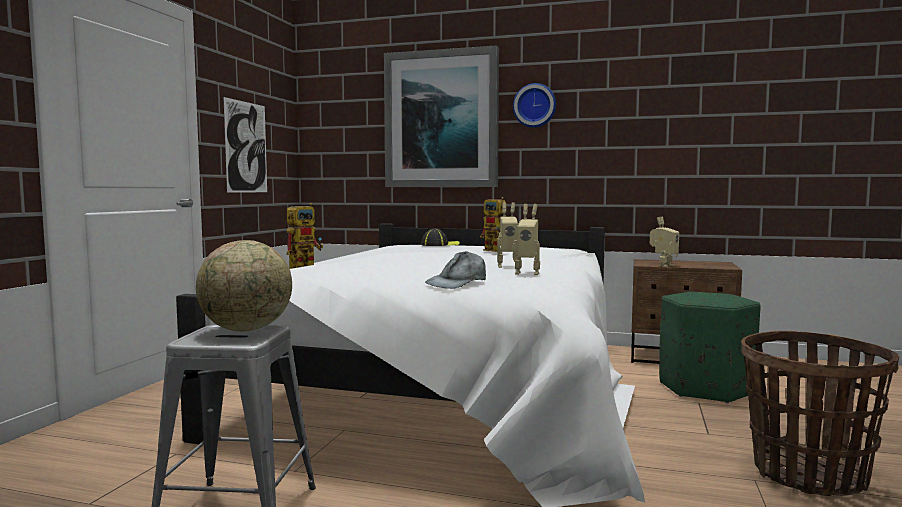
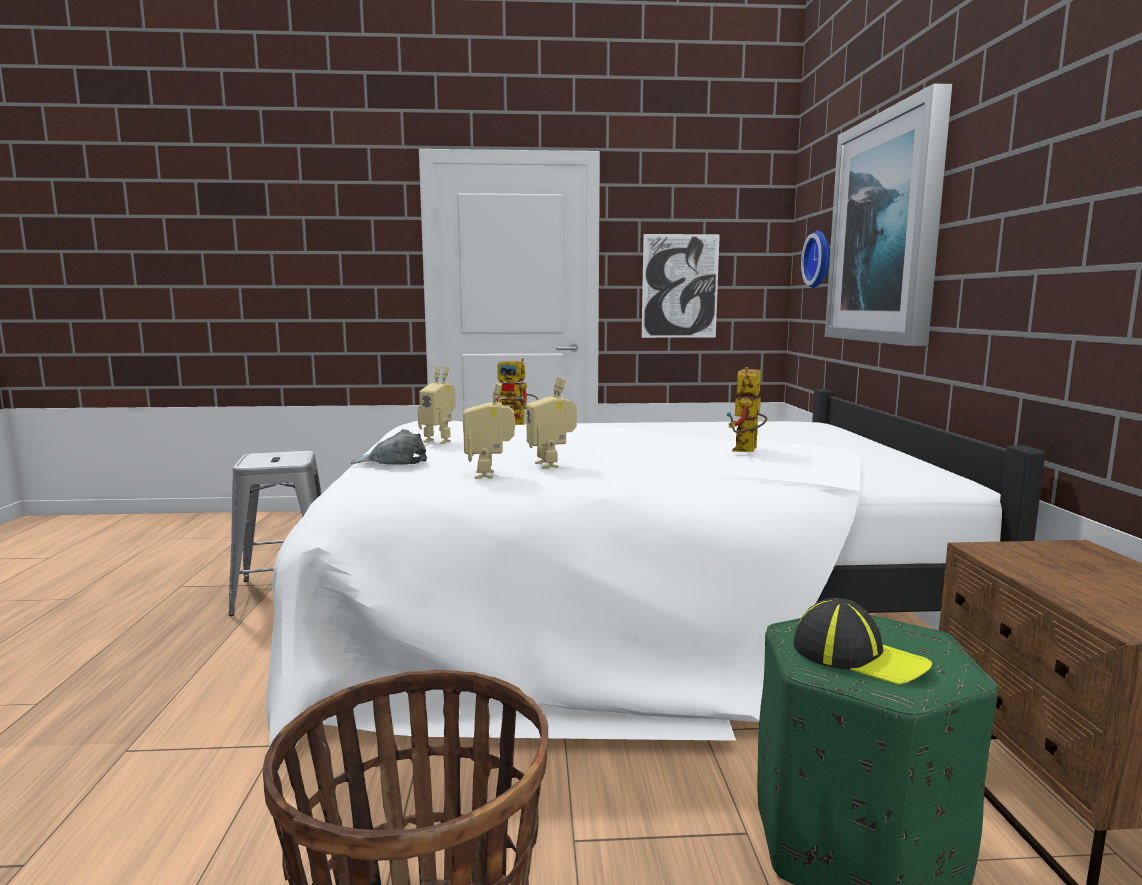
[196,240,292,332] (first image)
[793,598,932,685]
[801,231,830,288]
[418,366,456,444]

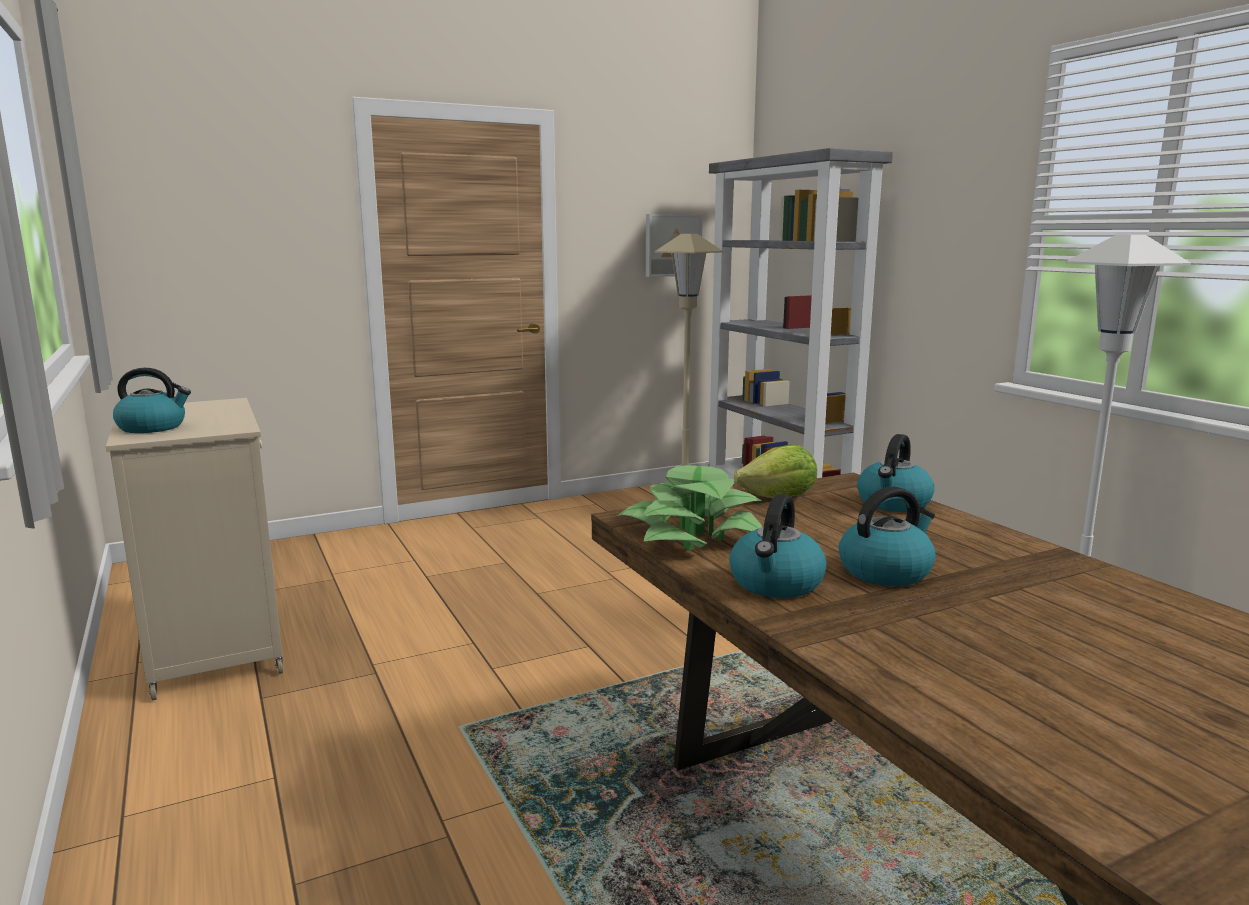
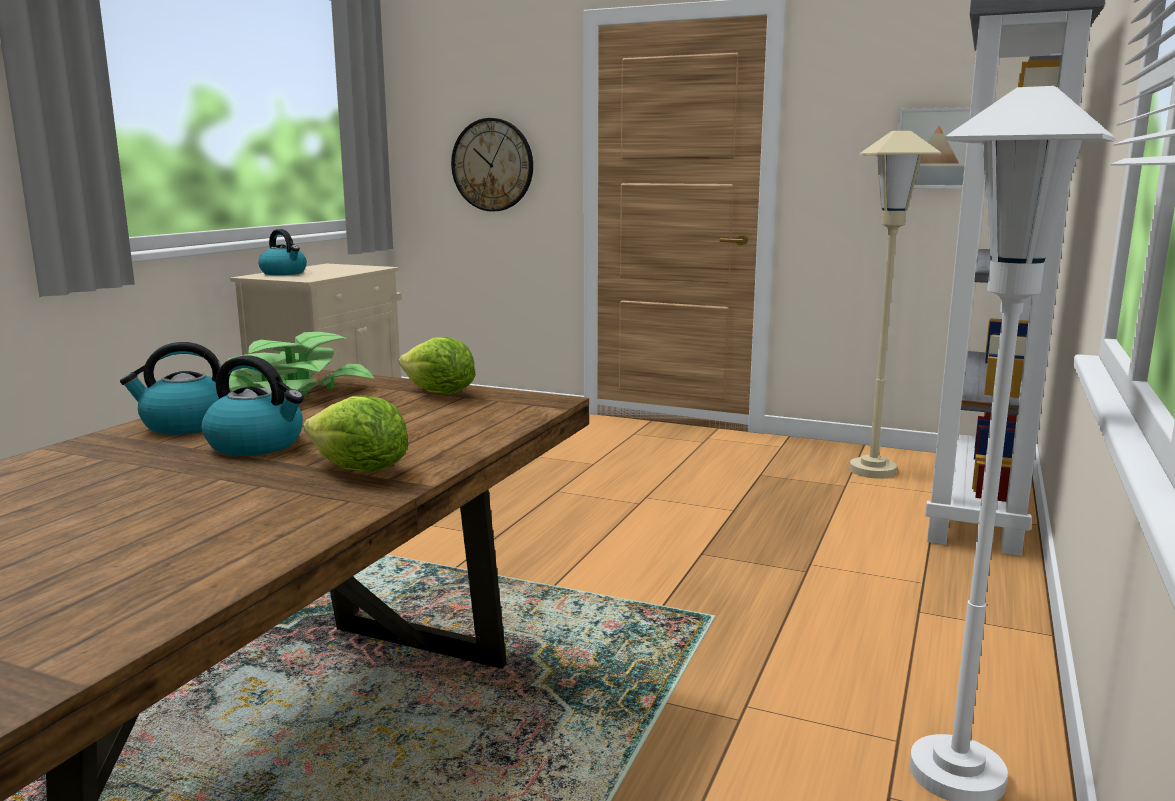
[857,434,935,512] (first image)
[304,396,408,472]
[451,118,533,212]

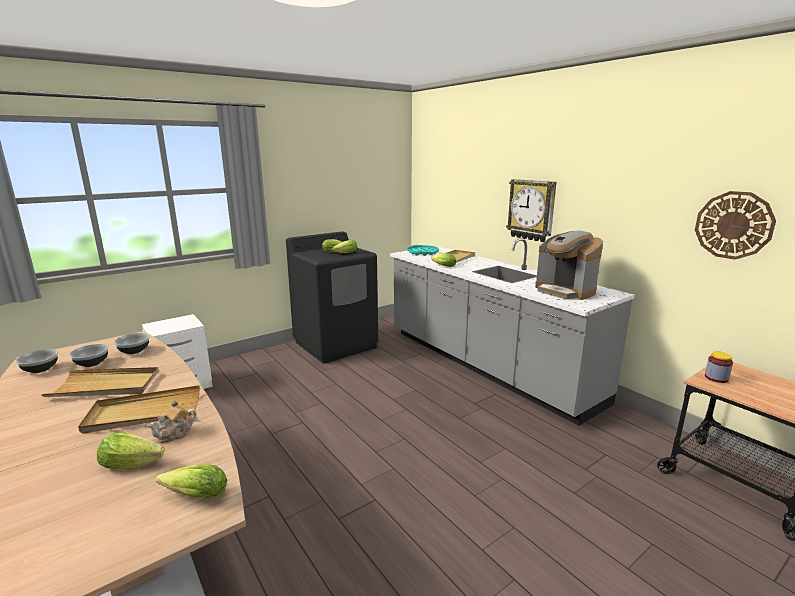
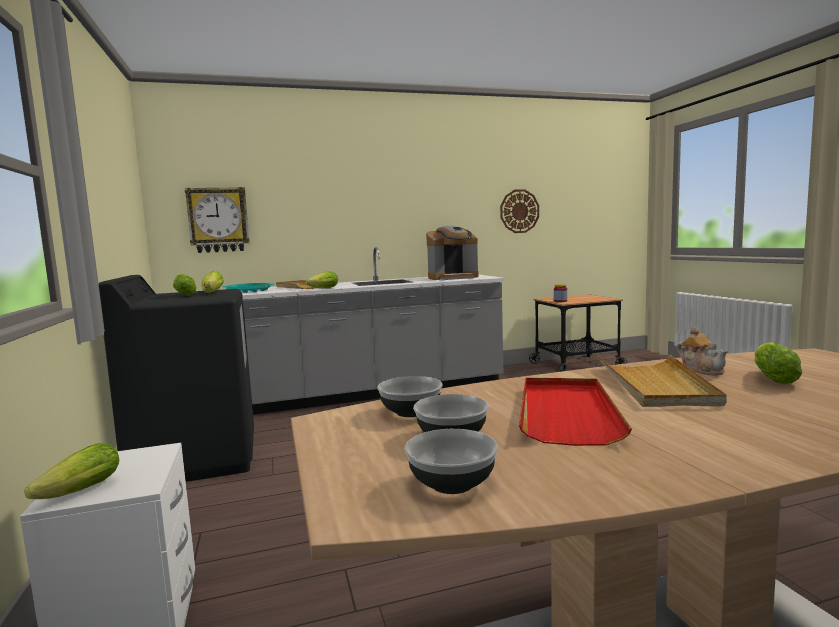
[25,443,119,499]
[185,187,250,253]
[519,378,632,446]

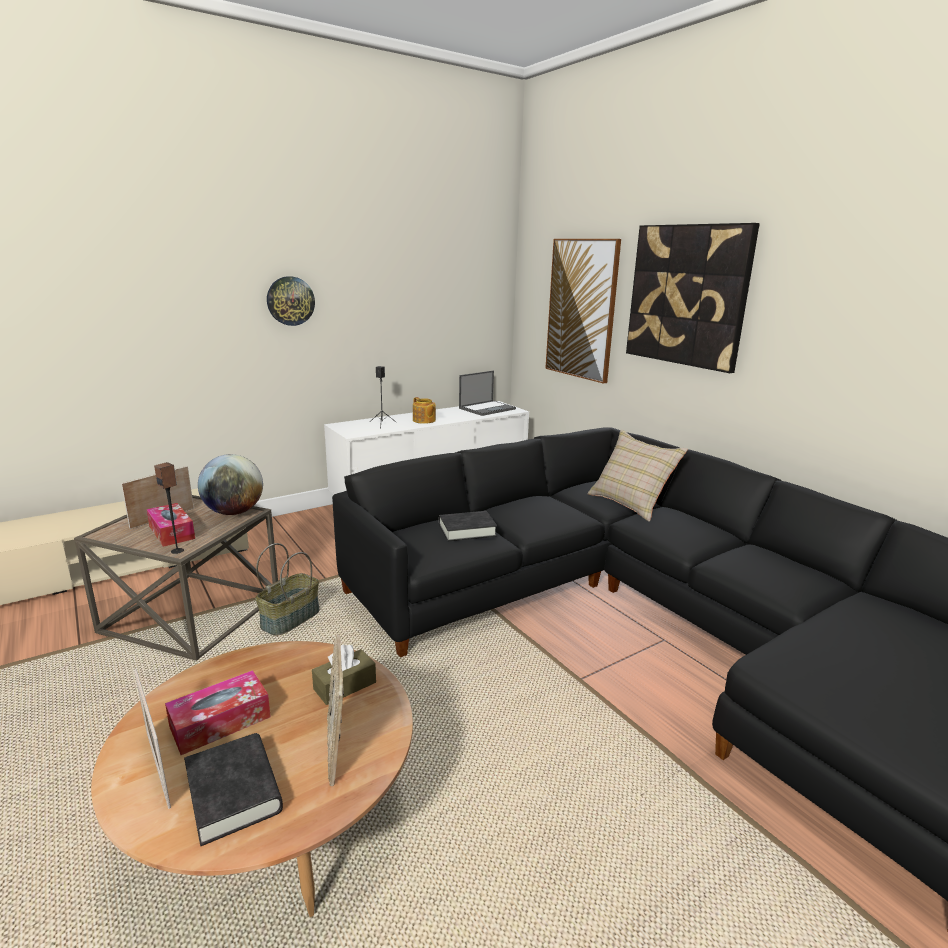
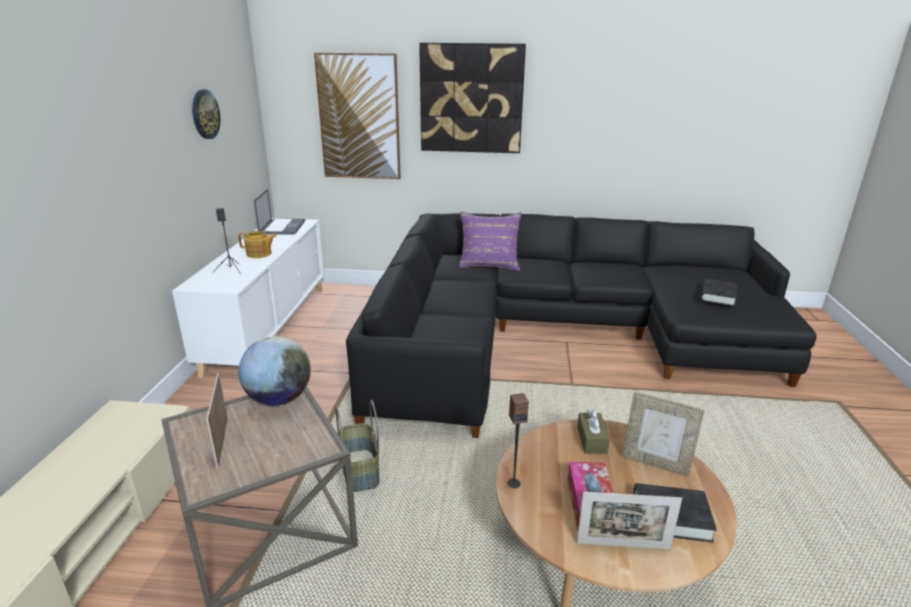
[146,503,195,547] (first image)
[507,393,529,488]
[192,89,220,139]
[701,279,737,306]
[459,211,521,271]

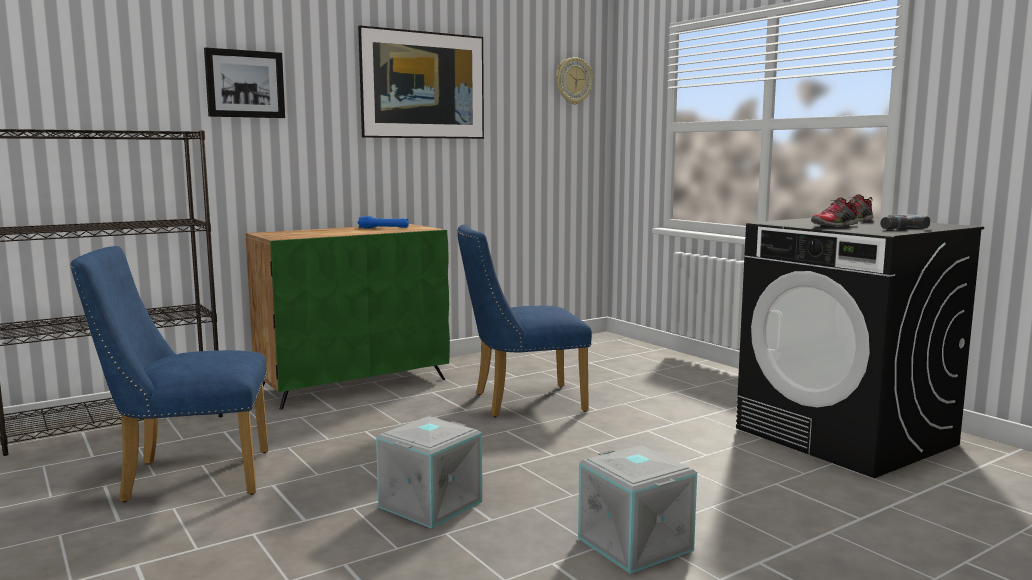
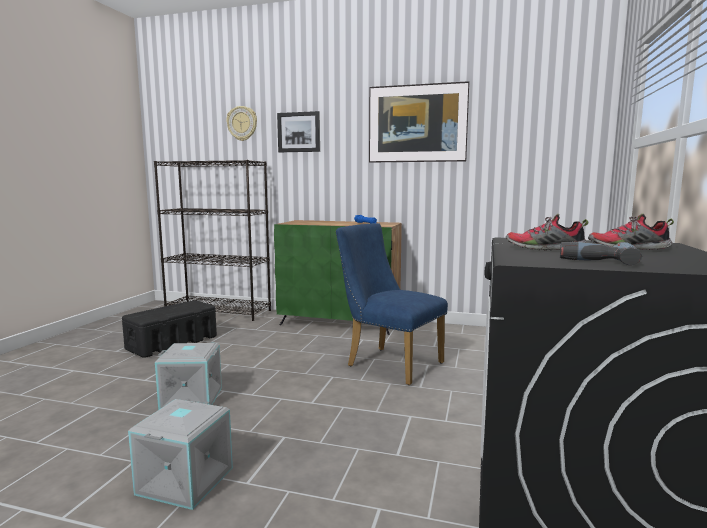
[226,106,257,141]
[122,300,217,358]

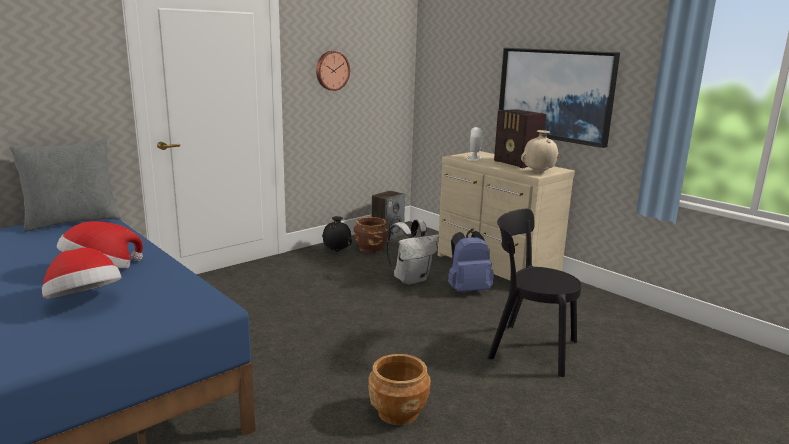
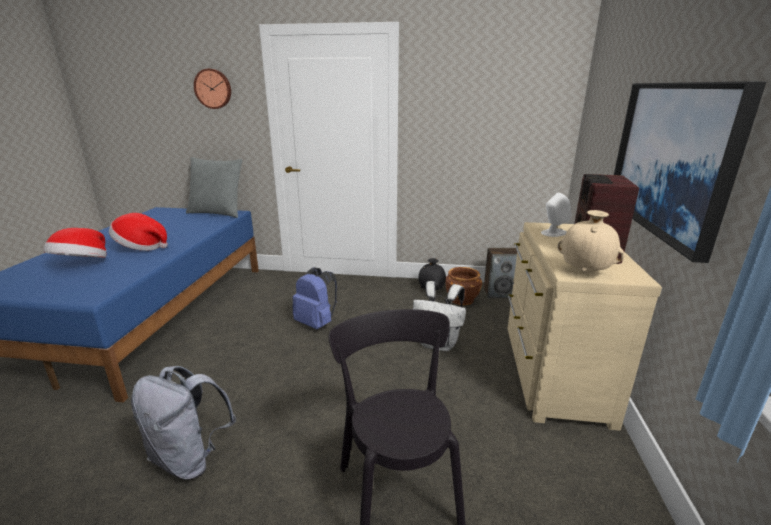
[194,69,231,109]
[292,267,337,329]
[131,366,237,480]

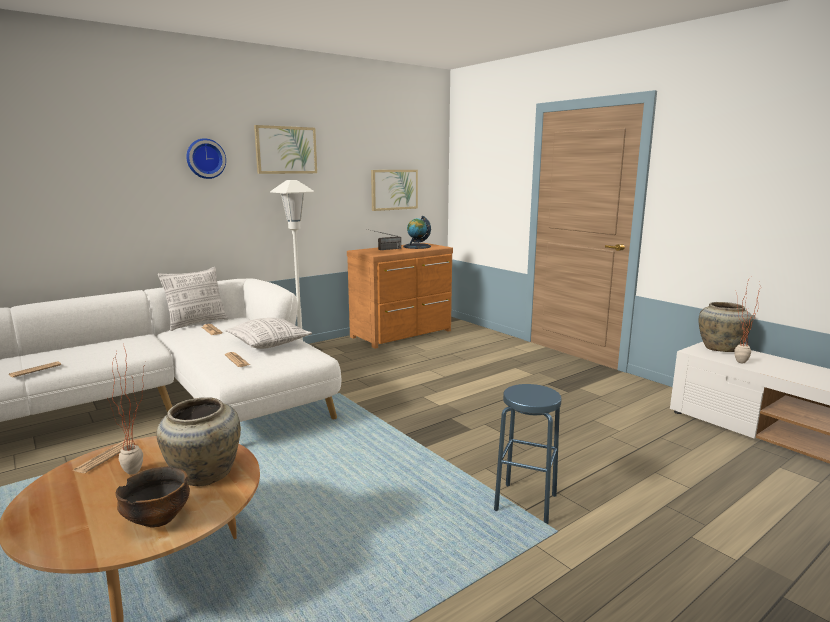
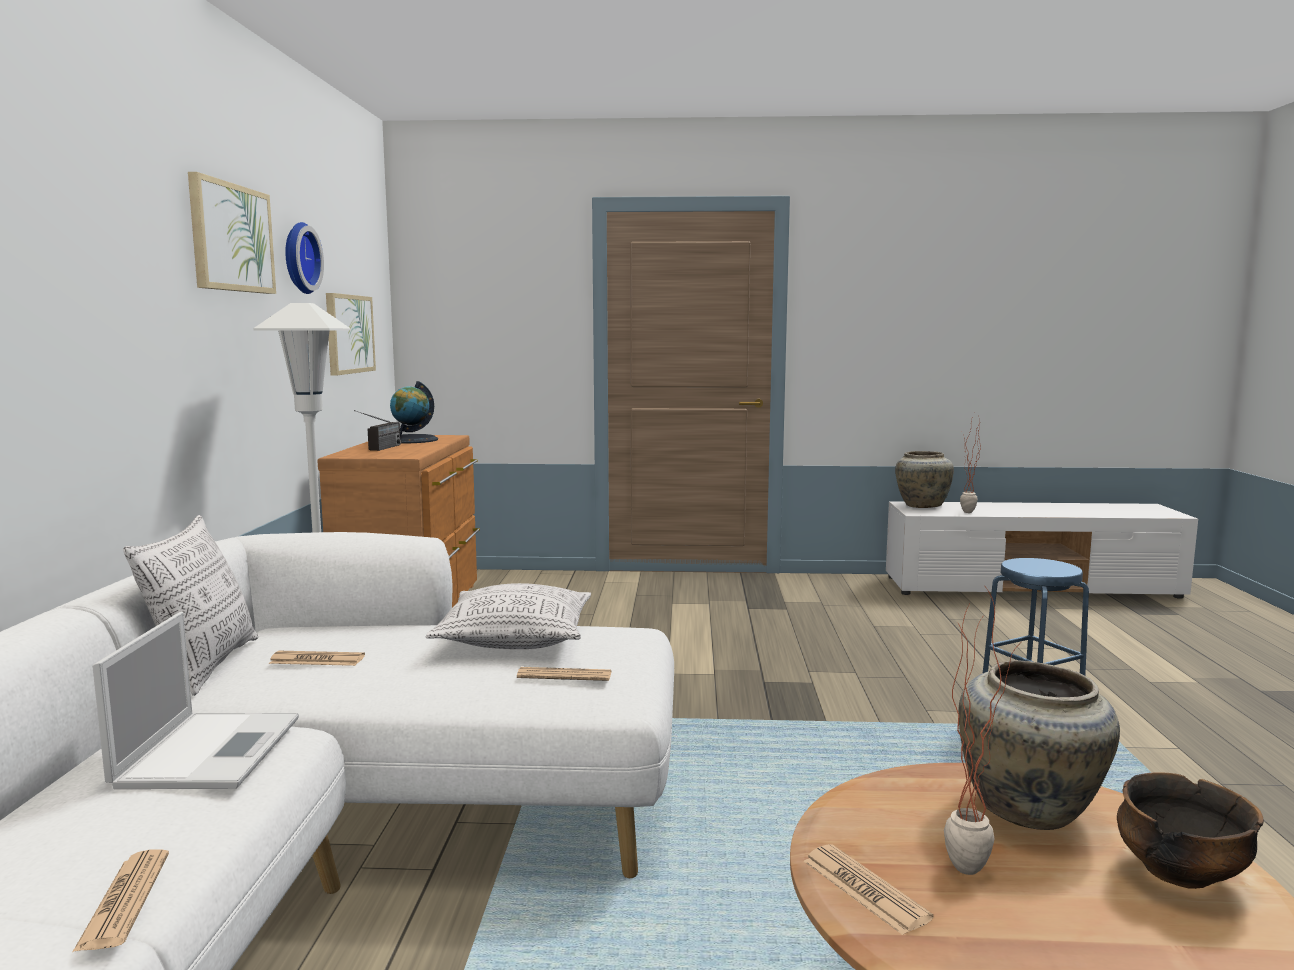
[92,612,299,789]
[285,222,324,294]

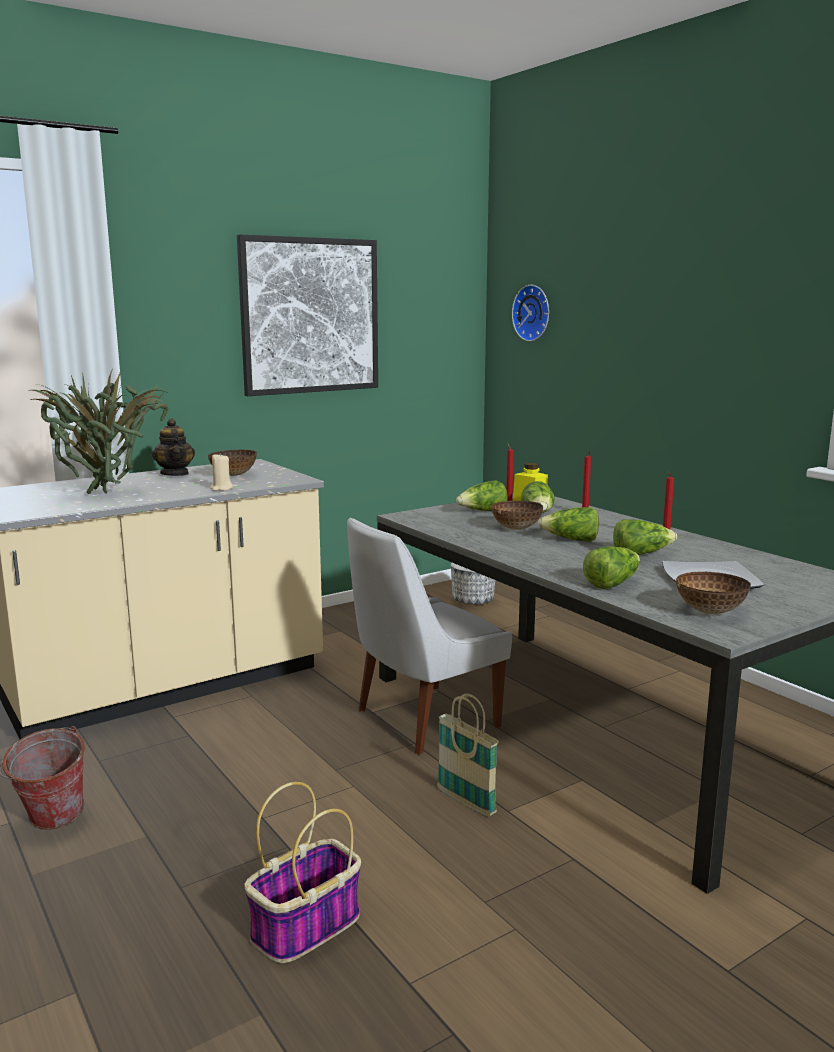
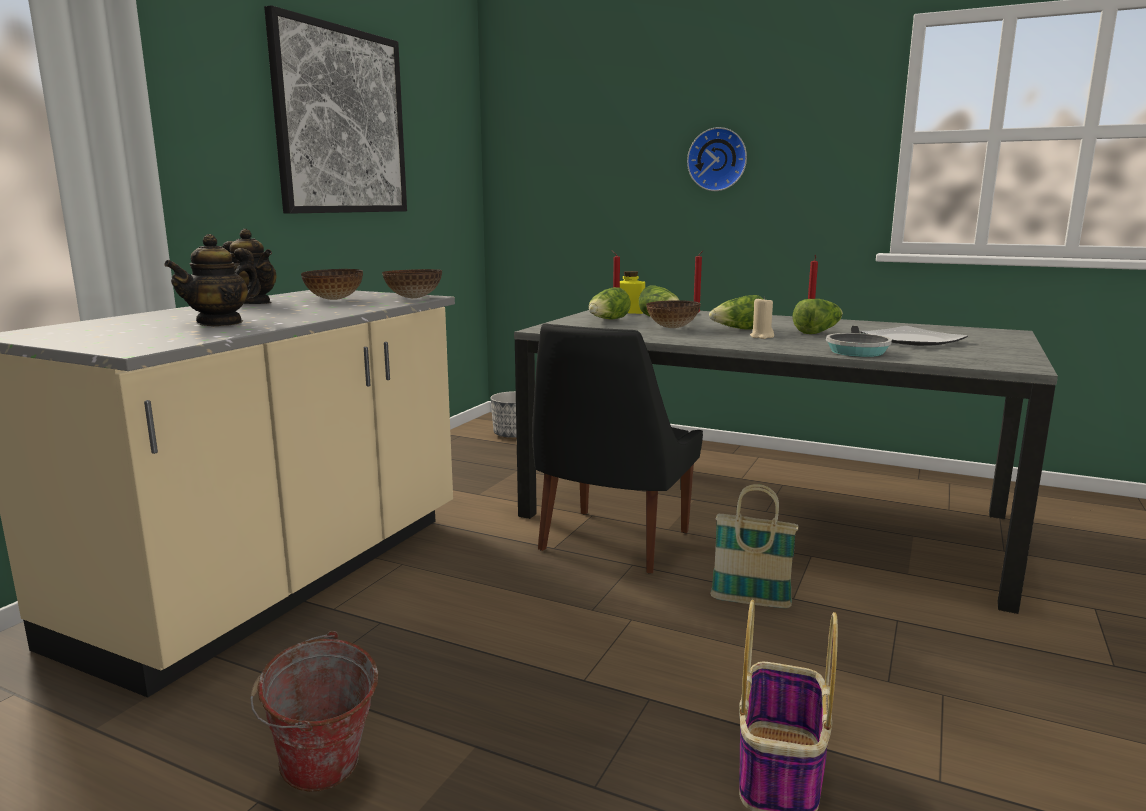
[750,296,774,339]
[687,127,747,191]
[382,269,442,298]
[164,234,261,326]
[826,326,892,357]
[532,323,703,574]

